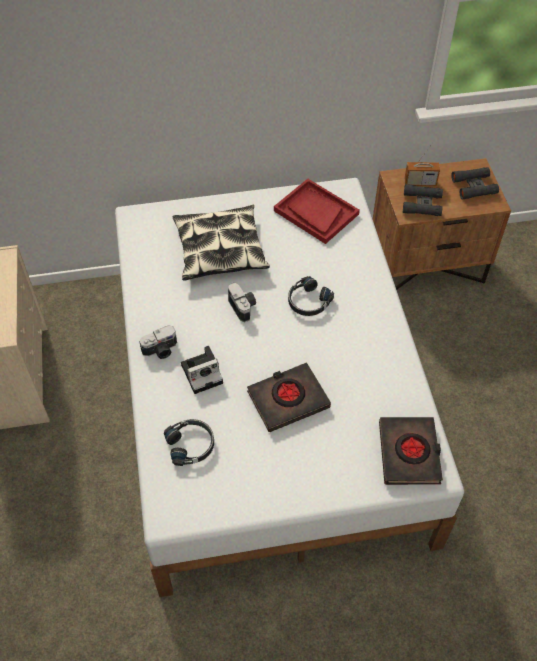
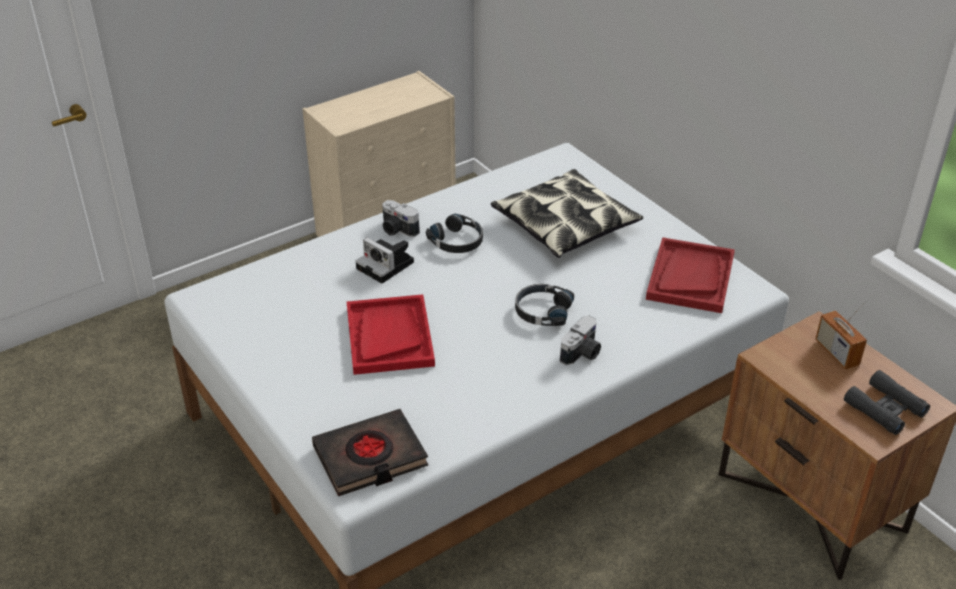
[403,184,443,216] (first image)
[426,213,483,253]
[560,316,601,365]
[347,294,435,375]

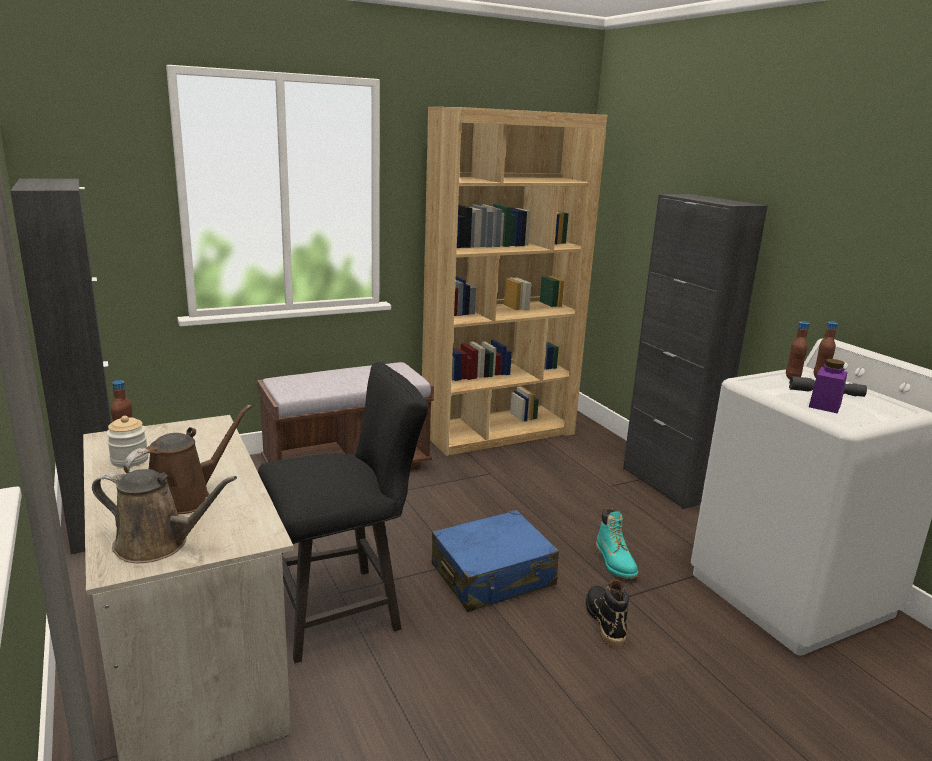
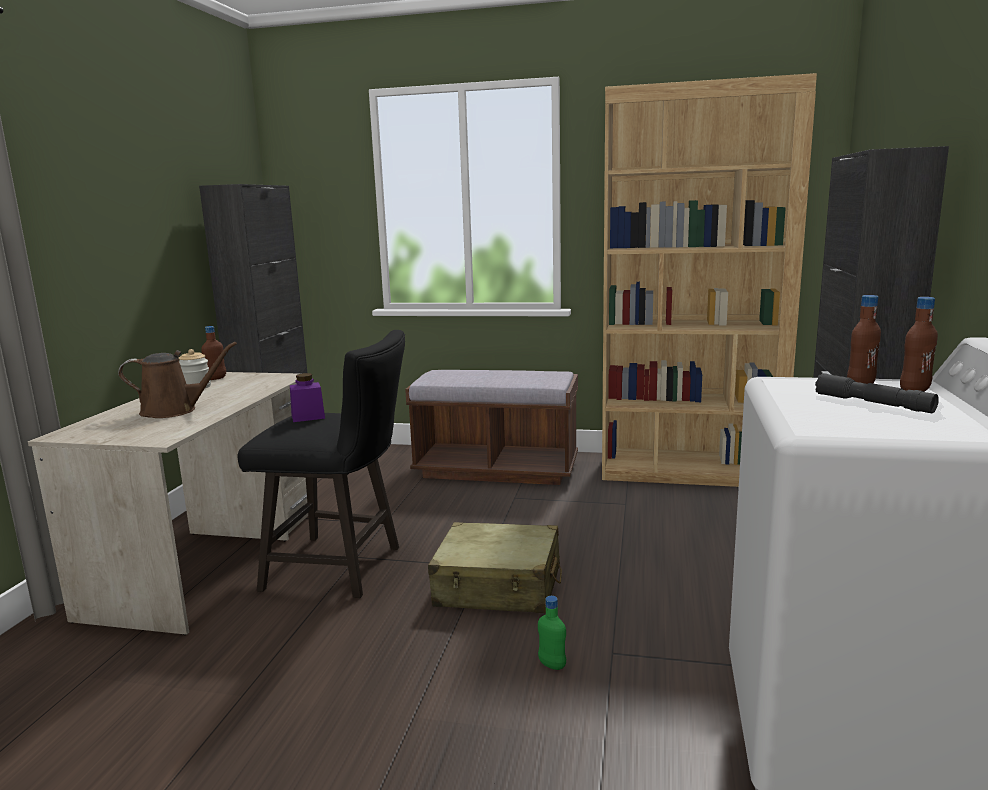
[92,469,237,563] (first image)
[596,508,638,579] (first image)
[290,373,325,422]
[538,596,566,670]
[428,522,562,613]

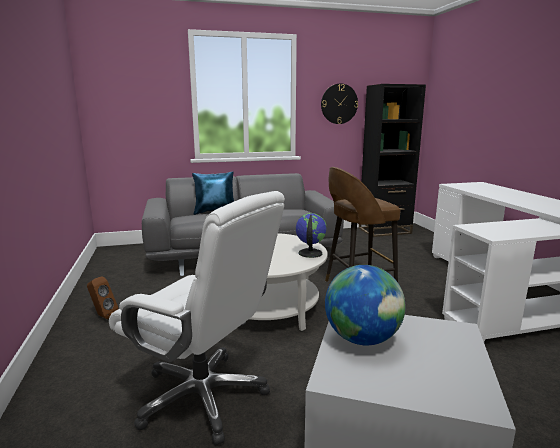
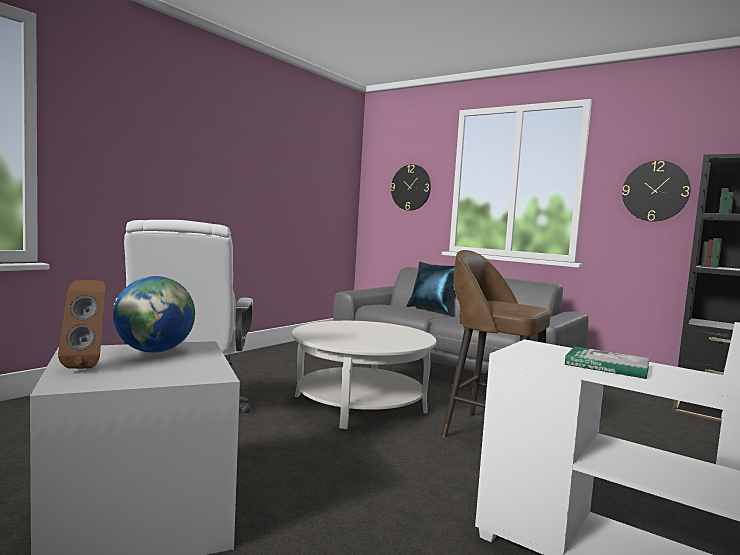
[296,213,327,258] (first image)
[391,164,431,211]
[565,346,650,379]
[58,280,105,369]

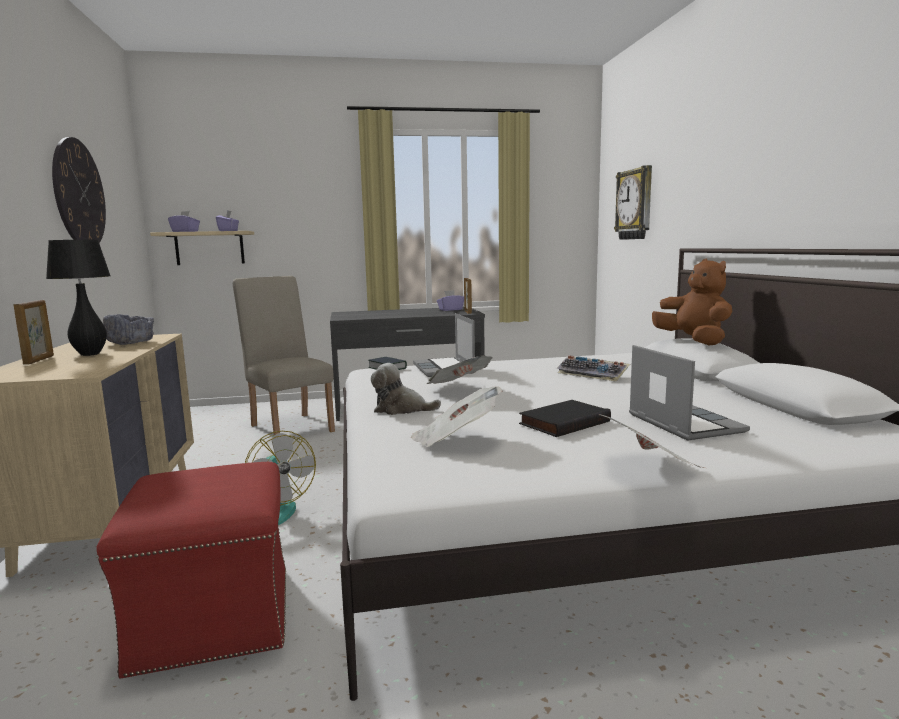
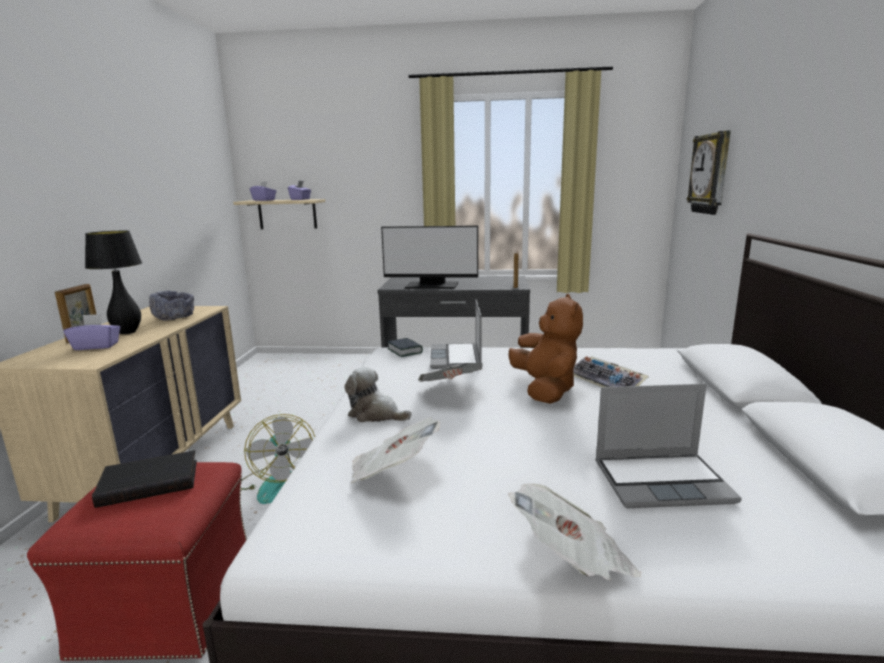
[52,137,106,243] (first image)
[233,276,335,435] (first image)
[381,226,478,289]
[64,314,120,350]
[92,450,197,508]
[508,294,583,404]
[595,384,741,508]

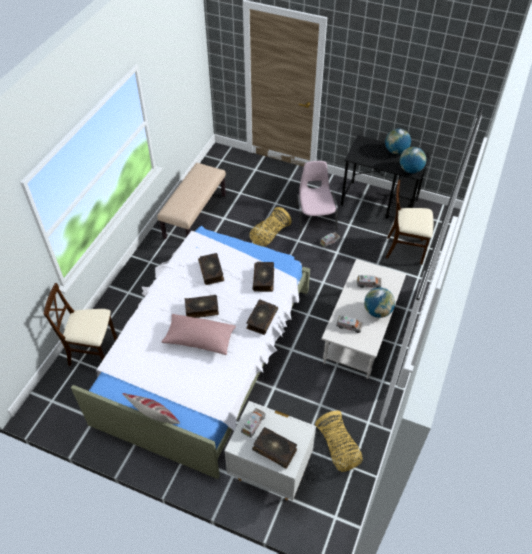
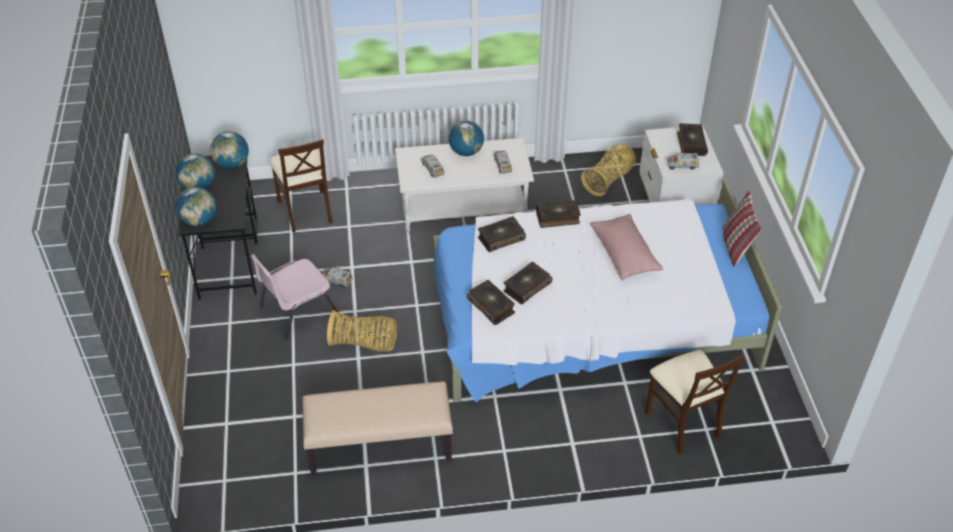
[176,187,217,226]
[467,280,515,325]

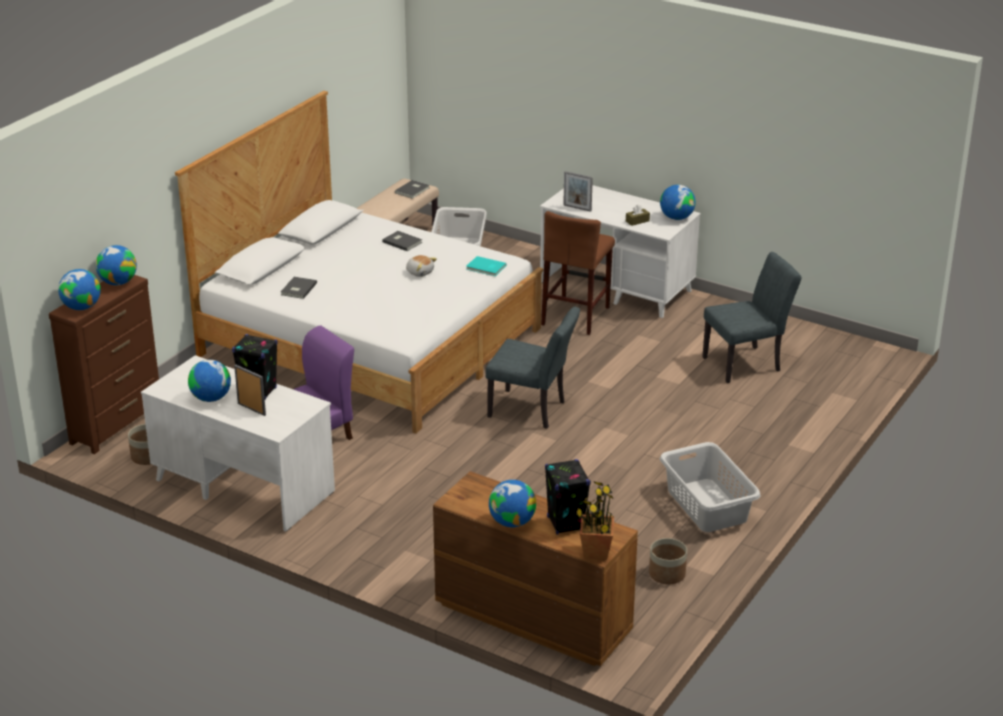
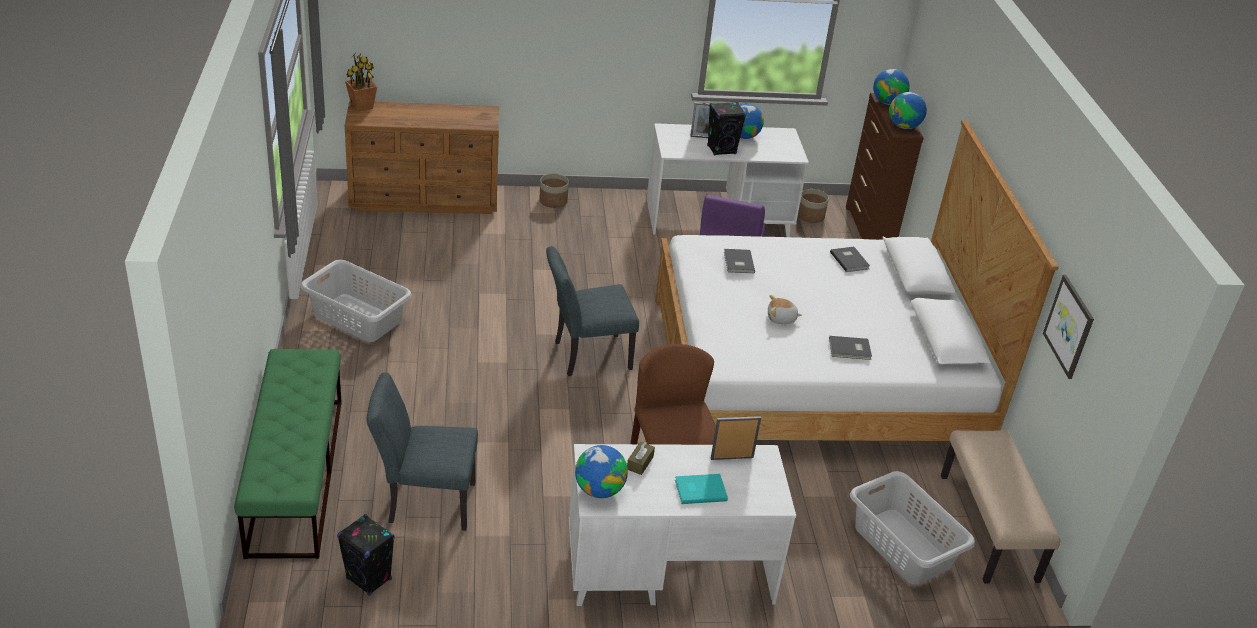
[489,480,536,527] (first image)
[234,349,342,559]
[1043,275,1094,379]
[724,249,755,273]
[675,474,728,504]
[337,514,395,596]
[539,173,569,208]
[366,372,478,531]

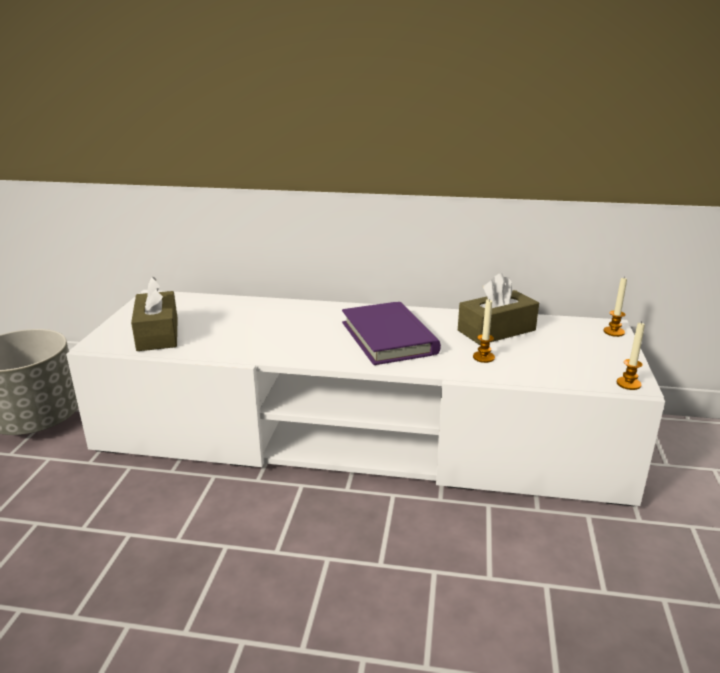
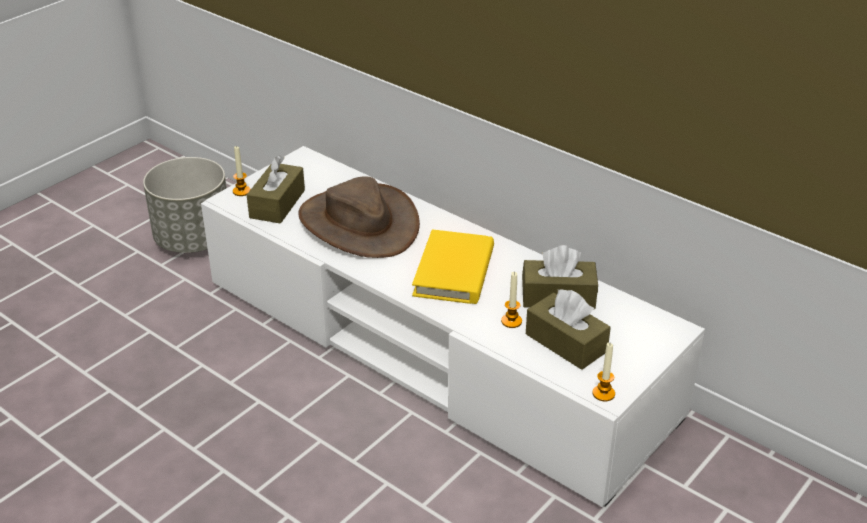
[298,176,420,258]
[526,289,611,370]
[233,146,251,196]
[412,229,494,304]

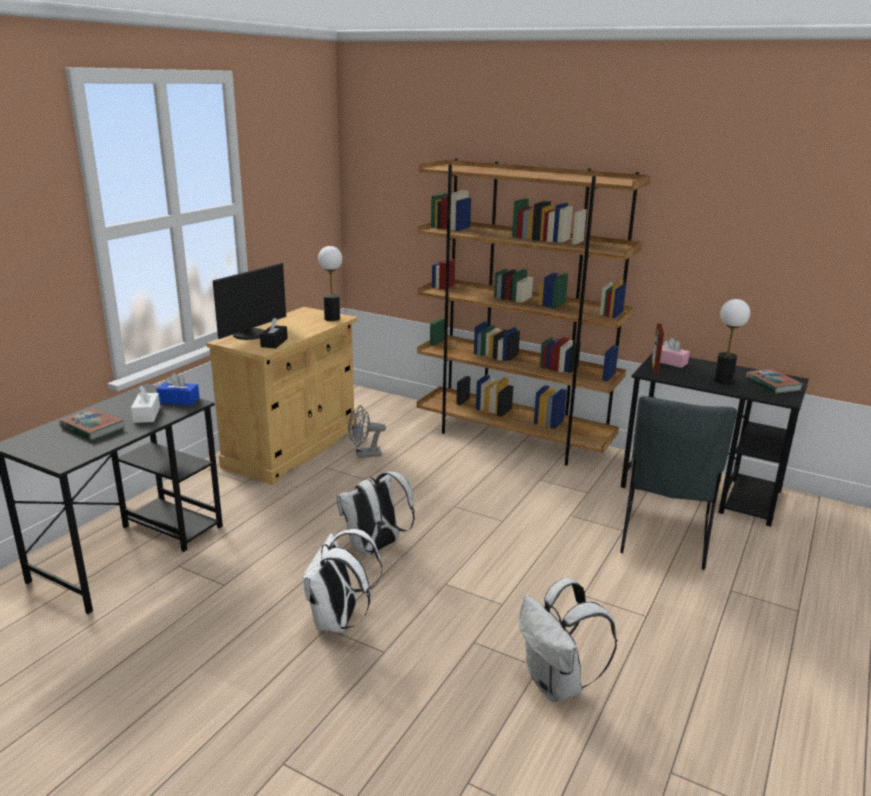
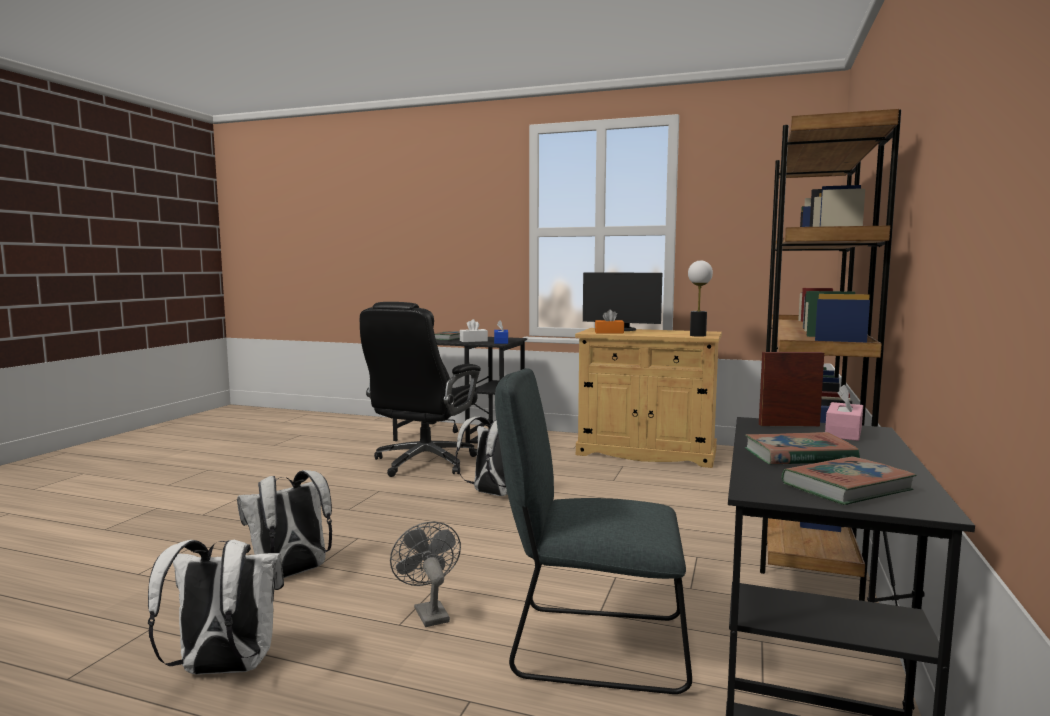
[360,302,481,477]
[148,540,284,675]
[390,522,461,627]
[745,432,860,464]
[595,309,624,334]

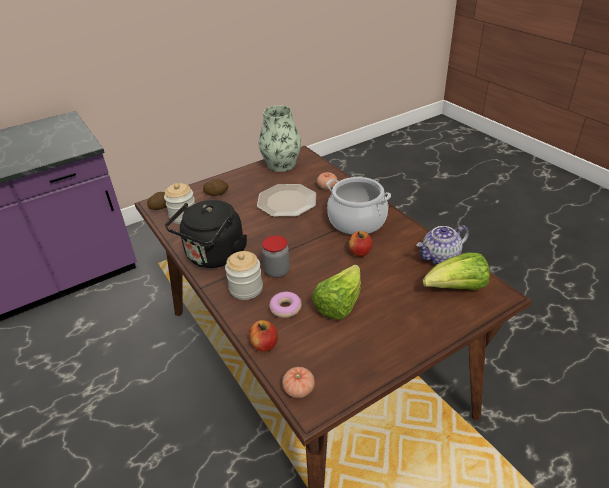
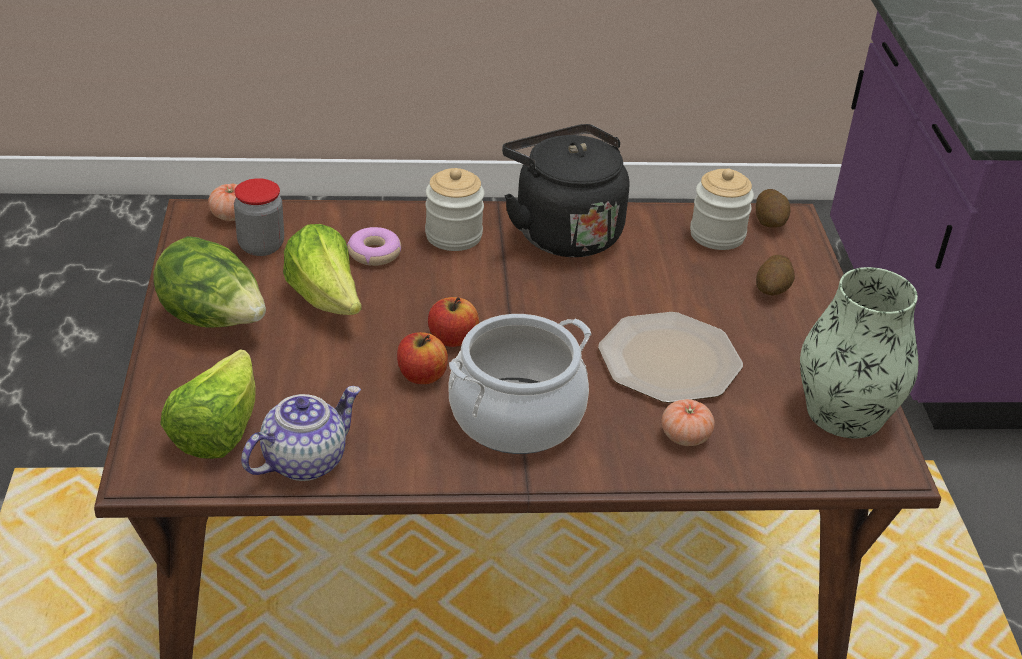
[153,236,266,328]
[428,297,479,347]
[234,178,284,256]
[241,386,361,481]

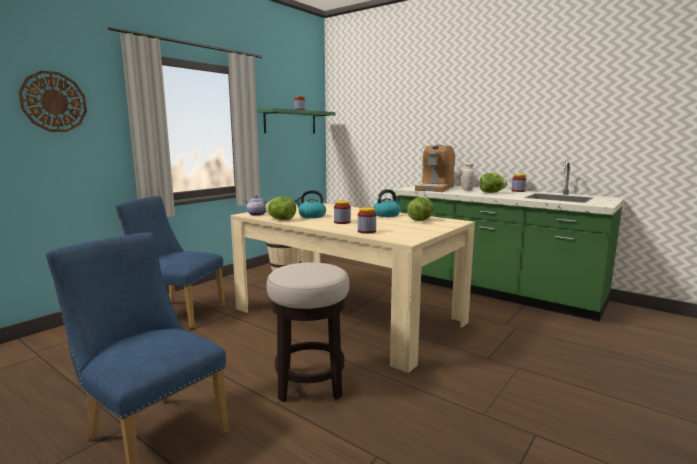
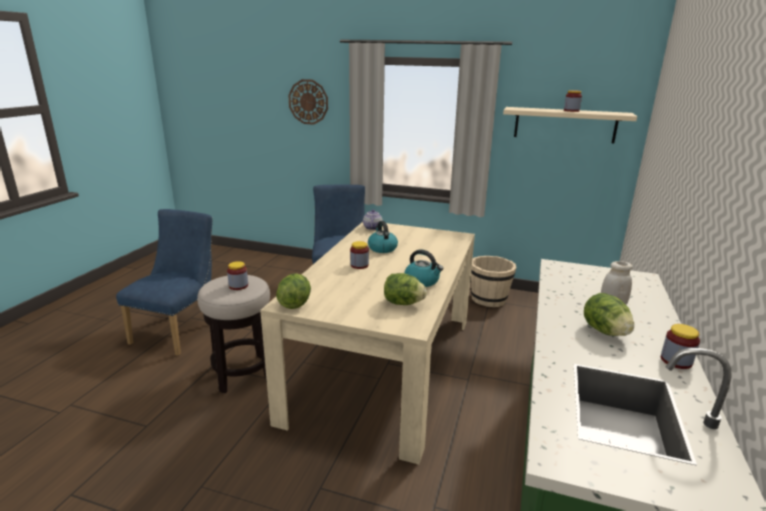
[415,145,455,192] (first image)
[276,273,311,309]
[227,261,248,290]
[503,107,637,143]

